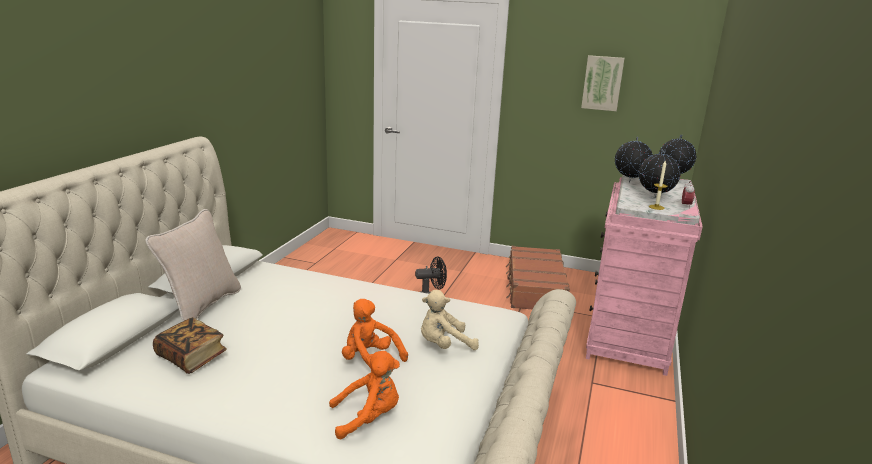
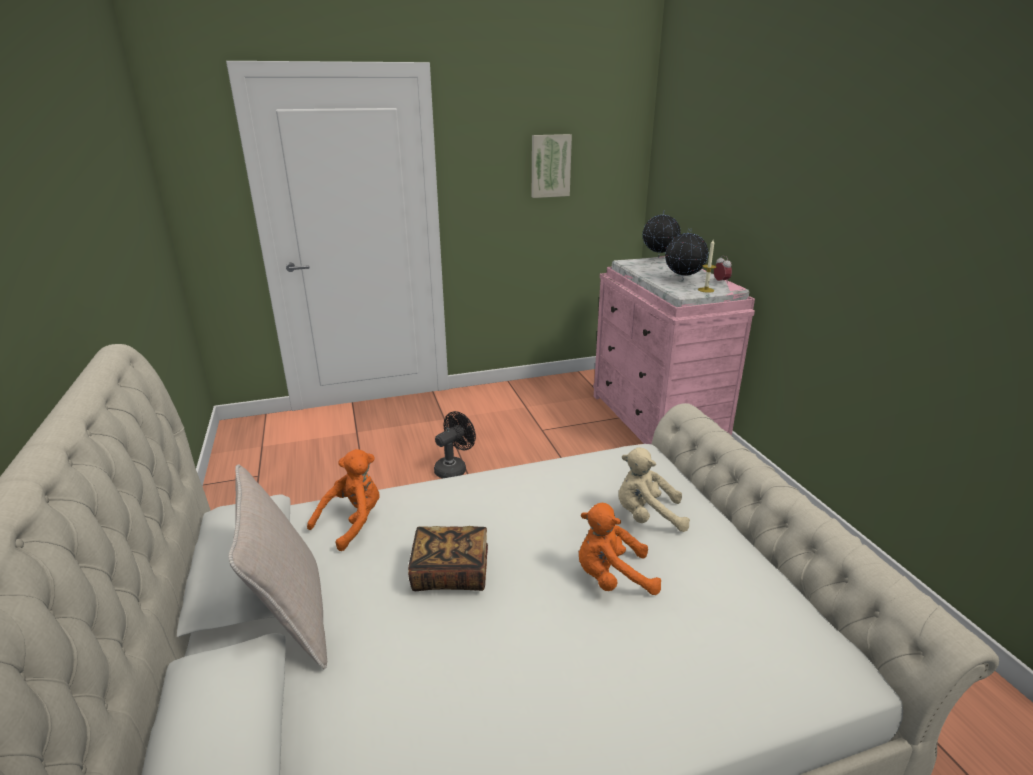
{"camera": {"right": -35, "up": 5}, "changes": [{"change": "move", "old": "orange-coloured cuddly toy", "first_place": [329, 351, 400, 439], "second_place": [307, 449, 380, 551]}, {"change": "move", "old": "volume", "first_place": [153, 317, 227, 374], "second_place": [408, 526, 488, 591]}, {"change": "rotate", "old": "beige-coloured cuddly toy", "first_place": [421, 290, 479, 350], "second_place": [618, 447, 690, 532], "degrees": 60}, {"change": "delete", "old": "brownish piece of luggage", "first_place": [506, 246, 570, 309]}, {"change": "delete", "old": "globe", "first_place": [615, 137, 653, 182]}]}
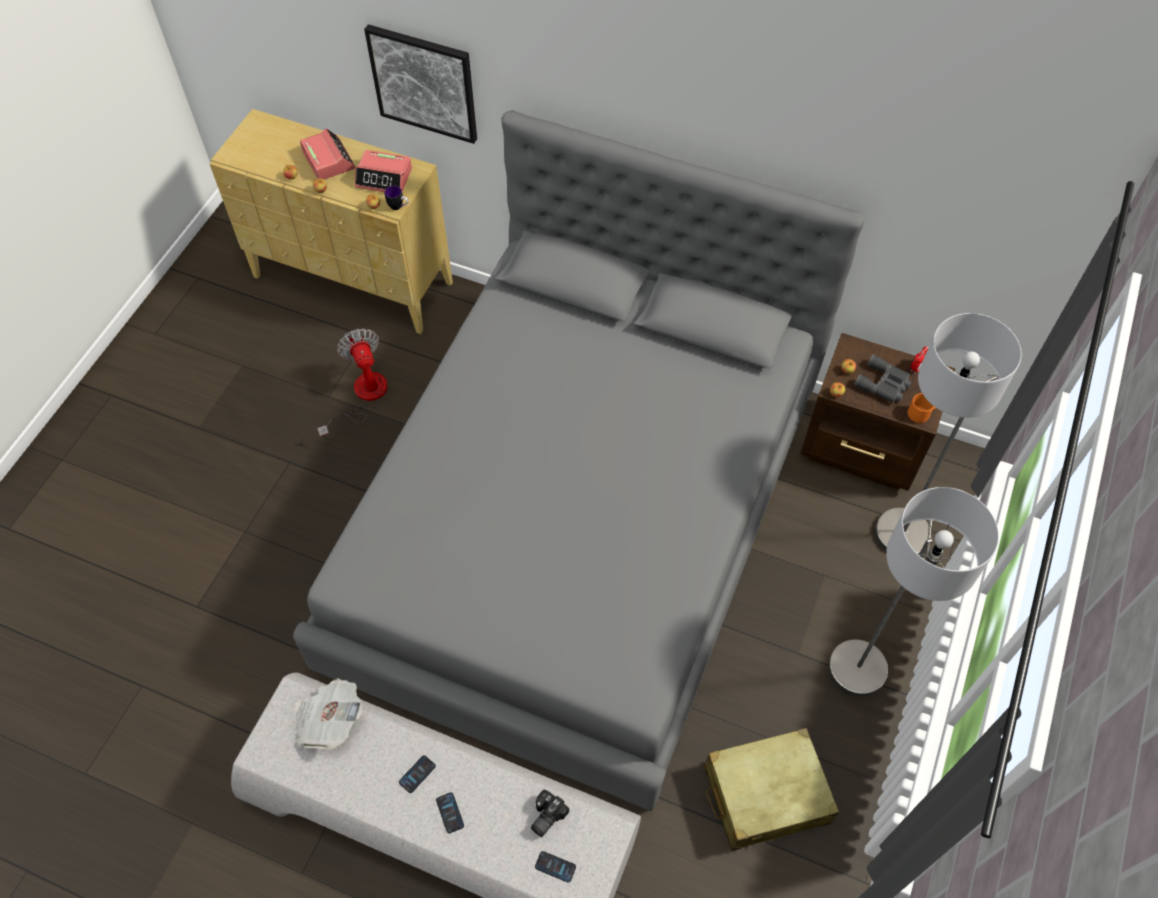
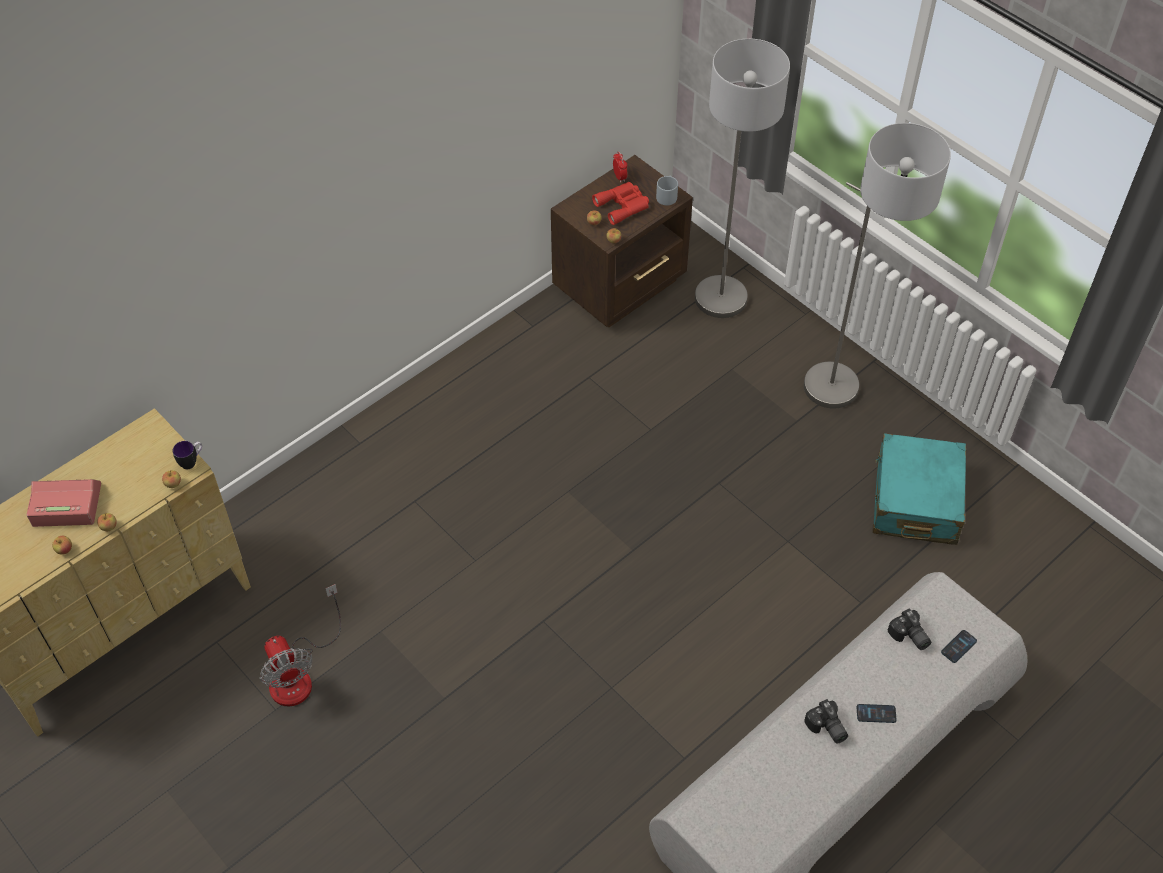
{"camera": {"right": -65, "up": -5}, "changes": [{"change": "rotate", "old": "cooling fan", "first_place": [317, 328, 388, 437], "second_place": [260, 584, 341, 706], "degrees": -120}, {"change": "recolor", "old": "gray binoculars", "new": "reddish binoculars", "first_place": [854, 354, 912, 403], "second_place": [592, 182, 649, 225]}, {"change": "recolor", "old": "orange-coloured mug", "new": "gray mug", "first_place": [907, 393, 937, 423], "second_place": [656, 176, 678, 205]}, {"change": "replace", "old": "telephone", "new": "photo camera", "first_place": [399, 755, 436, 793], "second_place": [804, 699, 848, 744]}, {"change": "recolor", "old": "beige-coloured piece of luggage", "new": "turquoise-coloured piece of luggage", "first_place": [704, 728, 839, 851], "second_place": [873, 433, 966, 545]}, {"change": "delete", "old": "gray sleeping bed", "first_place": [293, 110, 864, 811]}, {"change": "delete", "old": "newspaper", "first_place": [295, 679, 362, 750]}, {"change": "delete", "old": "table clock", "first_place": [355, 150, 412, 192]}, {"change": "delete", "old": "wall art", "first_place": [364, 24, 477, 144]}]}
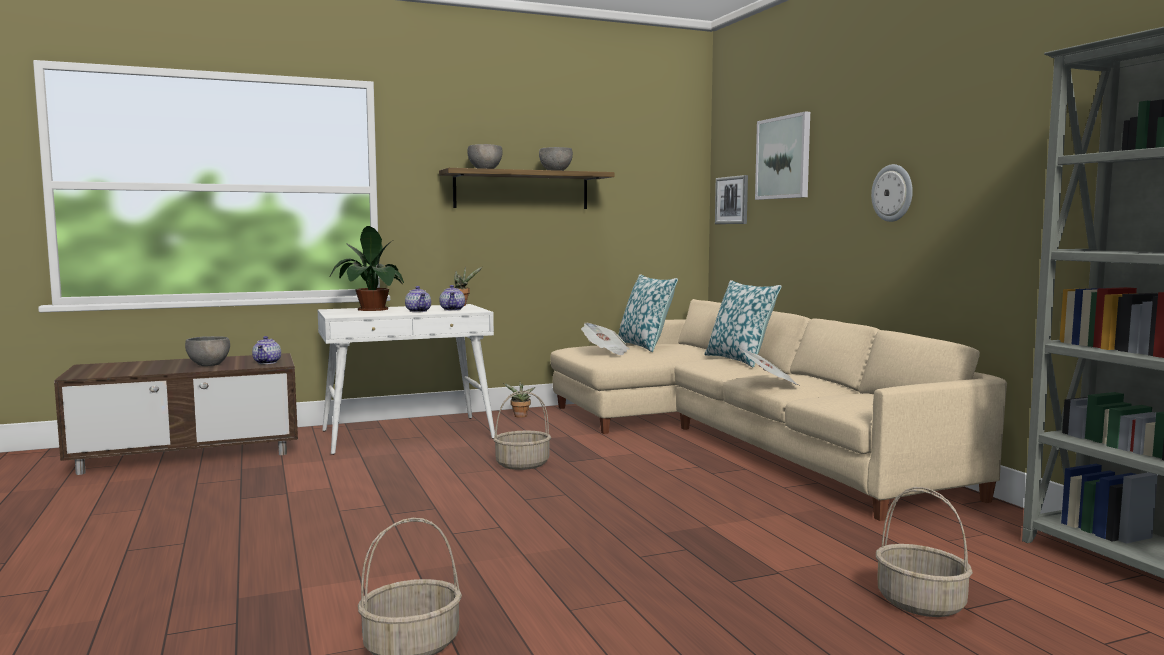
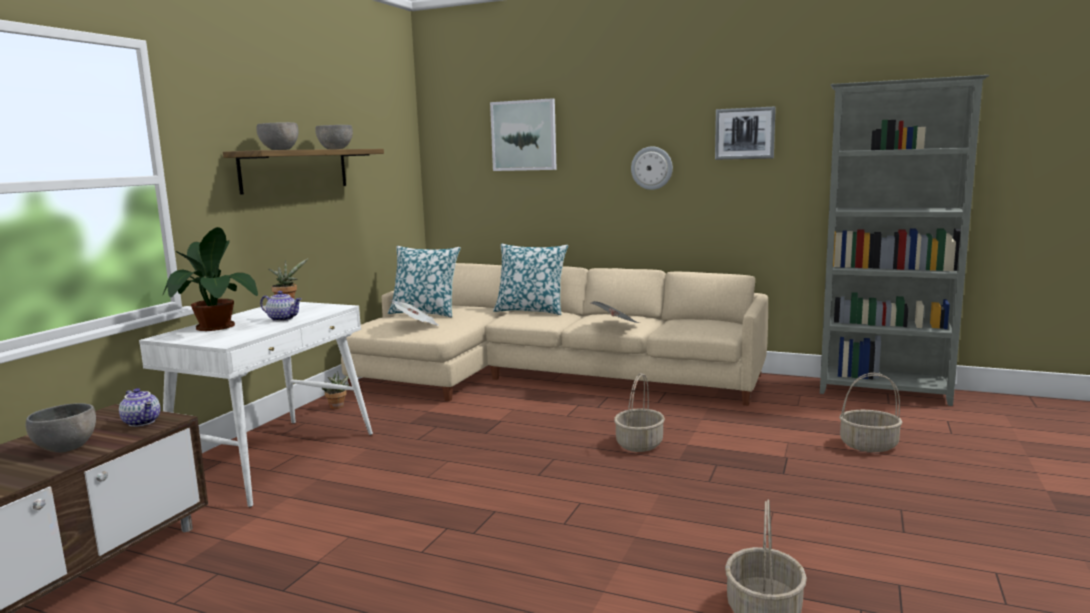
{"camera": {"right": -45, "up": 5}, "changes": [{"change": "move", "old": "household basket", "first_place": [493, 391, 551, 470], "second_place": [614, 373, 665, 452]}, {"change": "move", "old": "wall art", "first_place": [715, 175, 748, 224], "second_place": [715, 106, 776, 160]}, {"change": "delete", "old": "teapot", "first_place": [440, 285, 465, 311]}]}
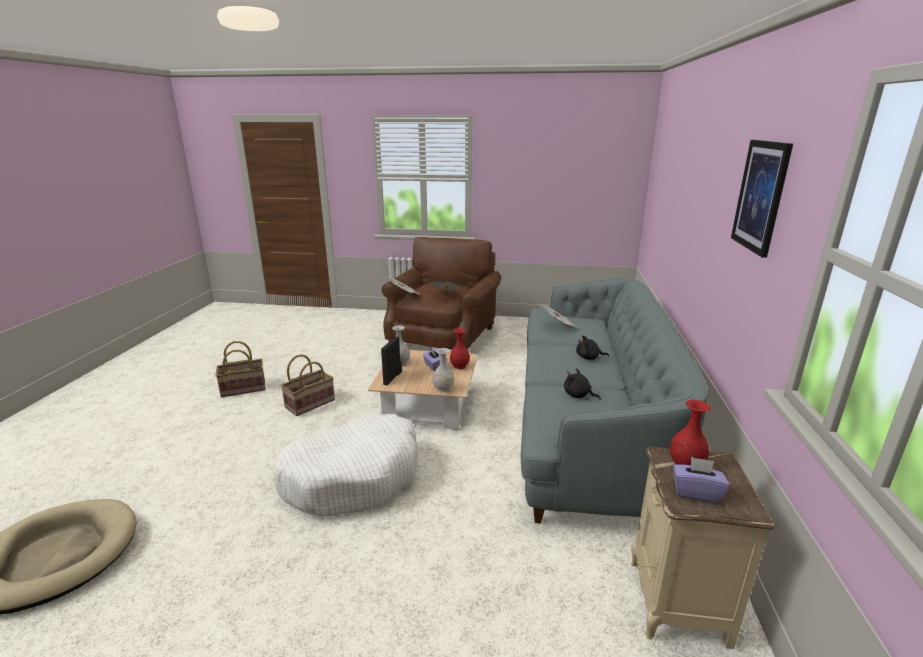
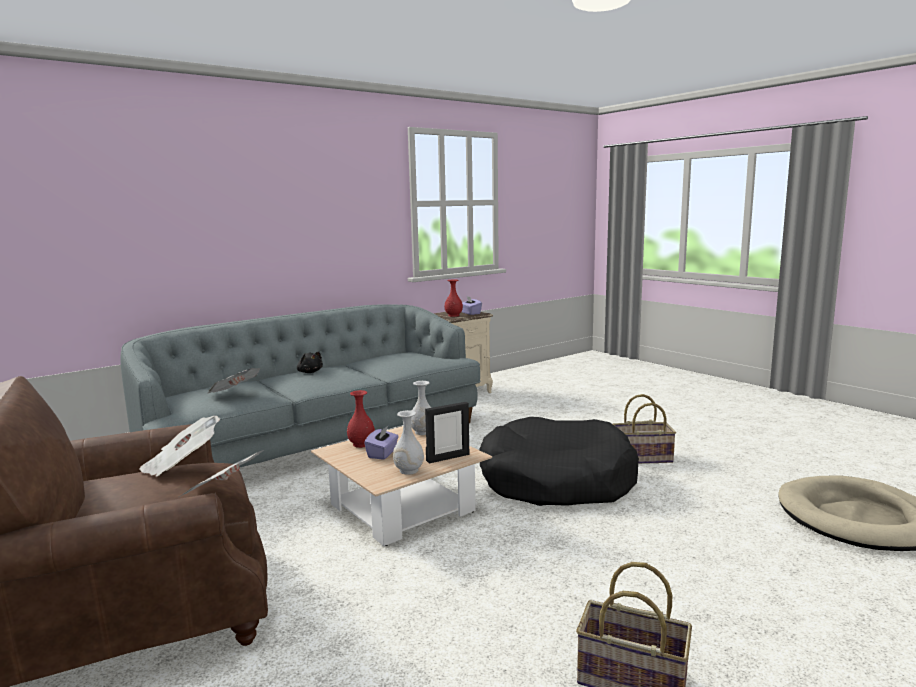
{"camera": {"right": -135, "up": -10}, "changes": [{"change": "recolor", "old": "whitish dog bed", "new": "black dog bed", "first_place": [274, 414, 418, 516], "second_place": [479, 417, 639, 506]}, {"change": "move", "old": "household basket", "first_place": [281, 354, 335, 416], "second_place": [613, 394, 676, 464]}, {"change": "delete", "old": "black cuddly toy", "first_place": [564, 368, 601, 400]}, {"change": "delete", "old": "wall art", "first_place": [731, 140, 793, 258]}]}
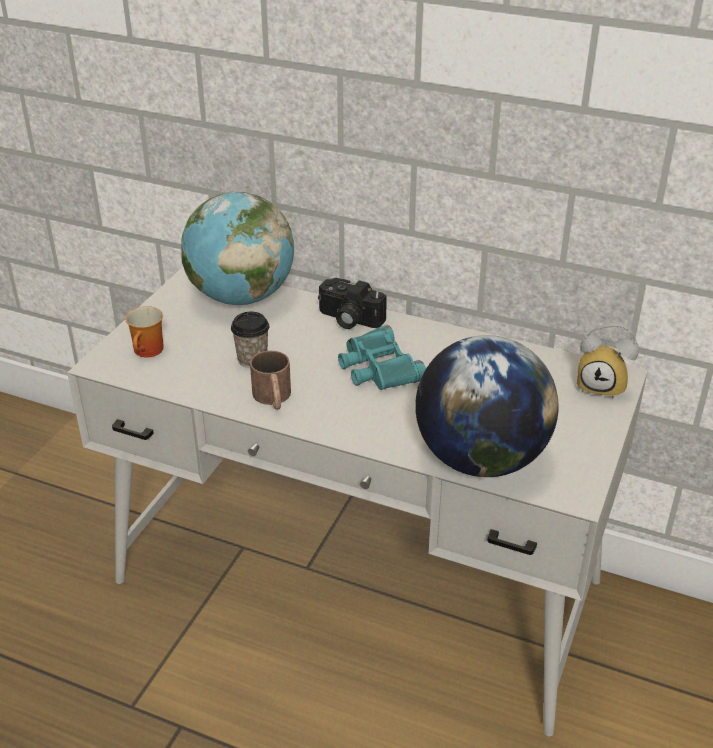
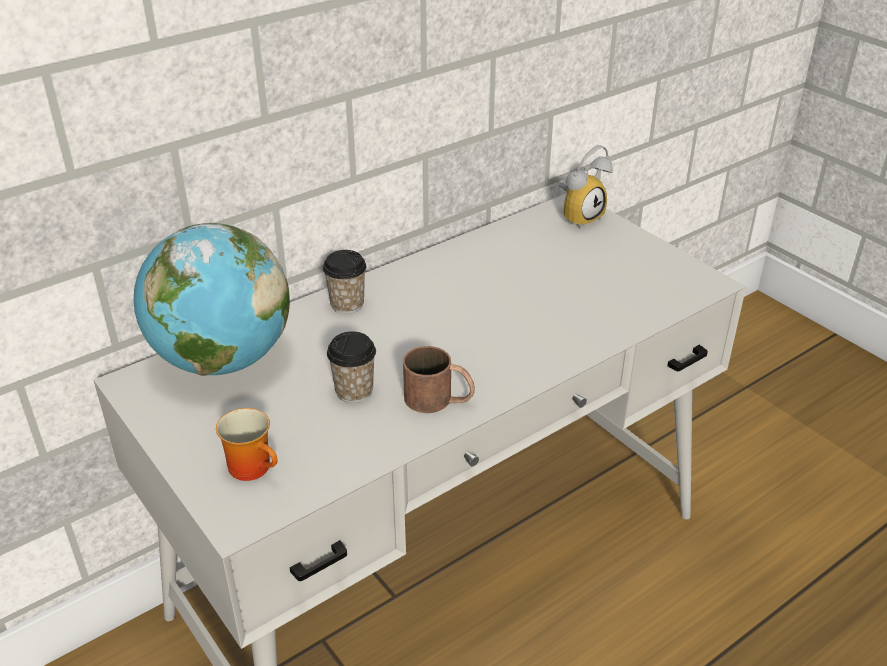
{"camera": {"right": -60, "up": 0}, "changes": [{"change": "replace", "old": "photo camera", "new": "drinking cup", "first_place": [318, 278, 387, 329], "second_place": [323, 250, 366, 314]}, {"change": "delete", "old": "turquoise-coloured binoculars", "first_place": [338, 325, 426, 390]}, {"change": "delete", "old": "globe", "first_place": [415, 335, 559, 477]}]}
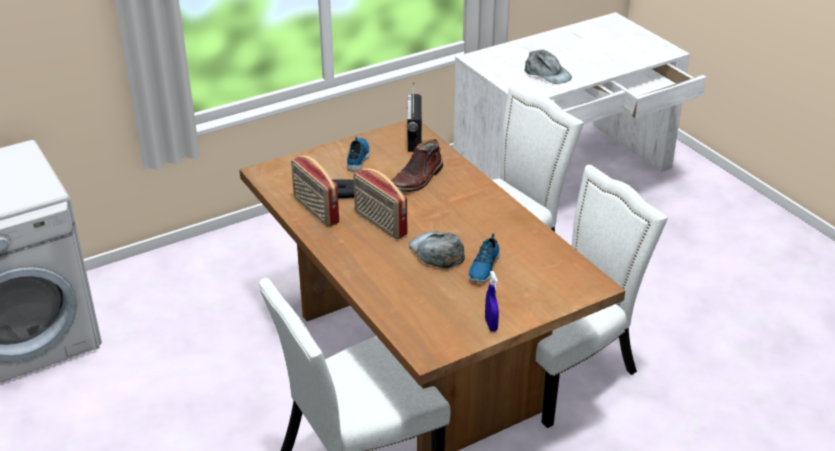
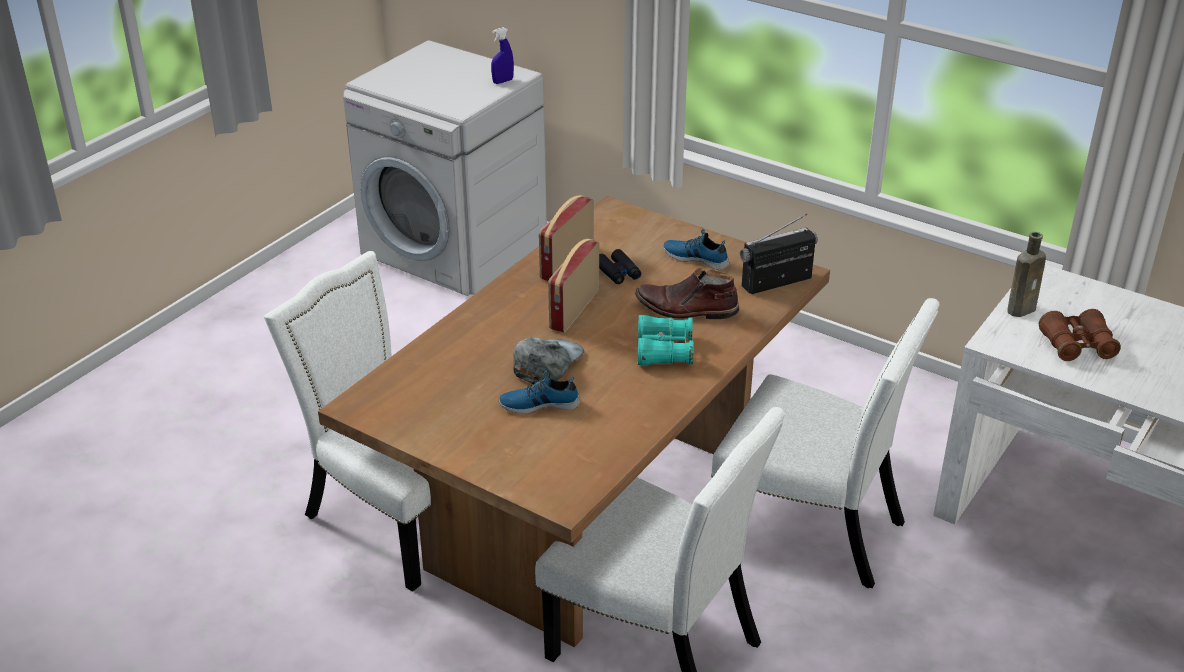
{"camera": {"right": 65, "up": 0}, "changes": [{"change": "move", "old": "bluish spray bottle", "first_place": [485, 271, 499, 332], "second_place": [491, 27, 514, 84]}, {"change": "insert", "new": "turquoise-coloured binoculars", "second_place": [638, 315, 694, 366]}, {"change": "rotate", "old": "item of footwear", "first_place": [347, 136, 370, 172], "second_place": [663, 229, 729, 270], "degrees": -135}, {"change": "insert", "new": "brownish bottle", "second_place": [1007, 232, 1046, 317]}, {"change": "replace", "old": "gray cap", "new": "brownish binoculars", "first_place": [525, 50, 572, 84], "second_place": [1039, 309, 1121, 361]}]}
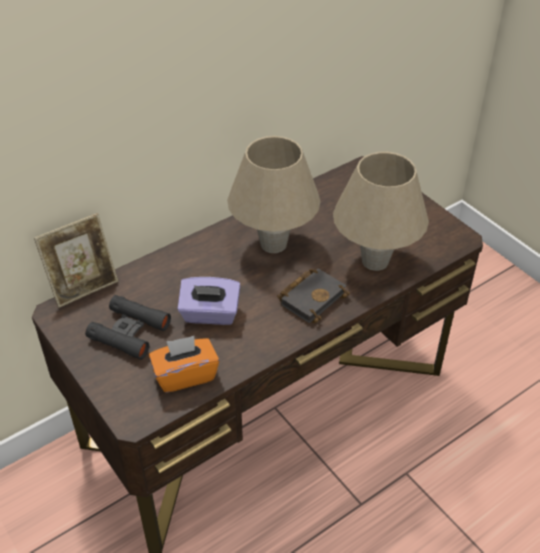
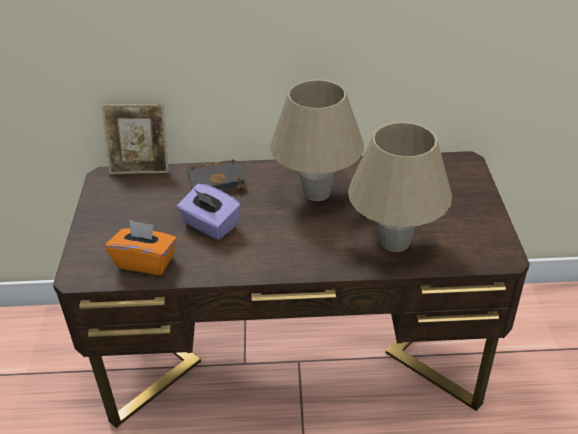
{"camera": {"right": 35, "up": -5}, "changes": [{"change": "move", "old": "black volume", "first_place": [277, 269, 350, 323], "second_place": [187, 159, 246, 191]}, {"change": "delete", "old": "black binoculars", "first_place": [85, 295, 171, 360]}]}
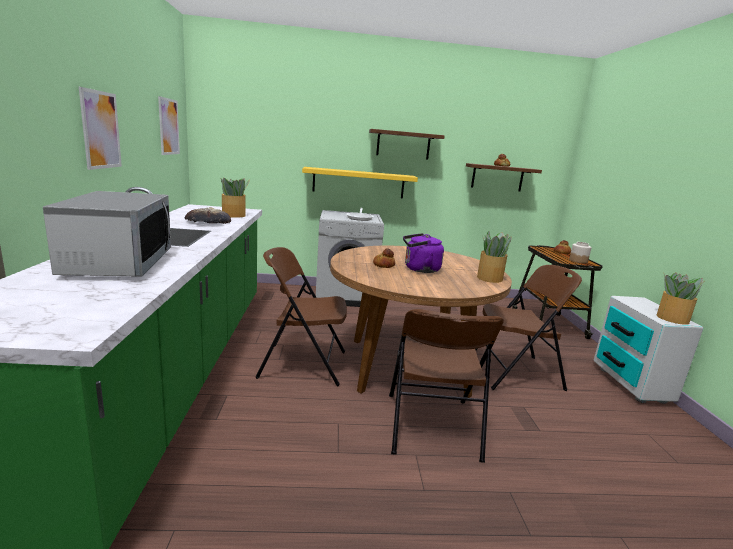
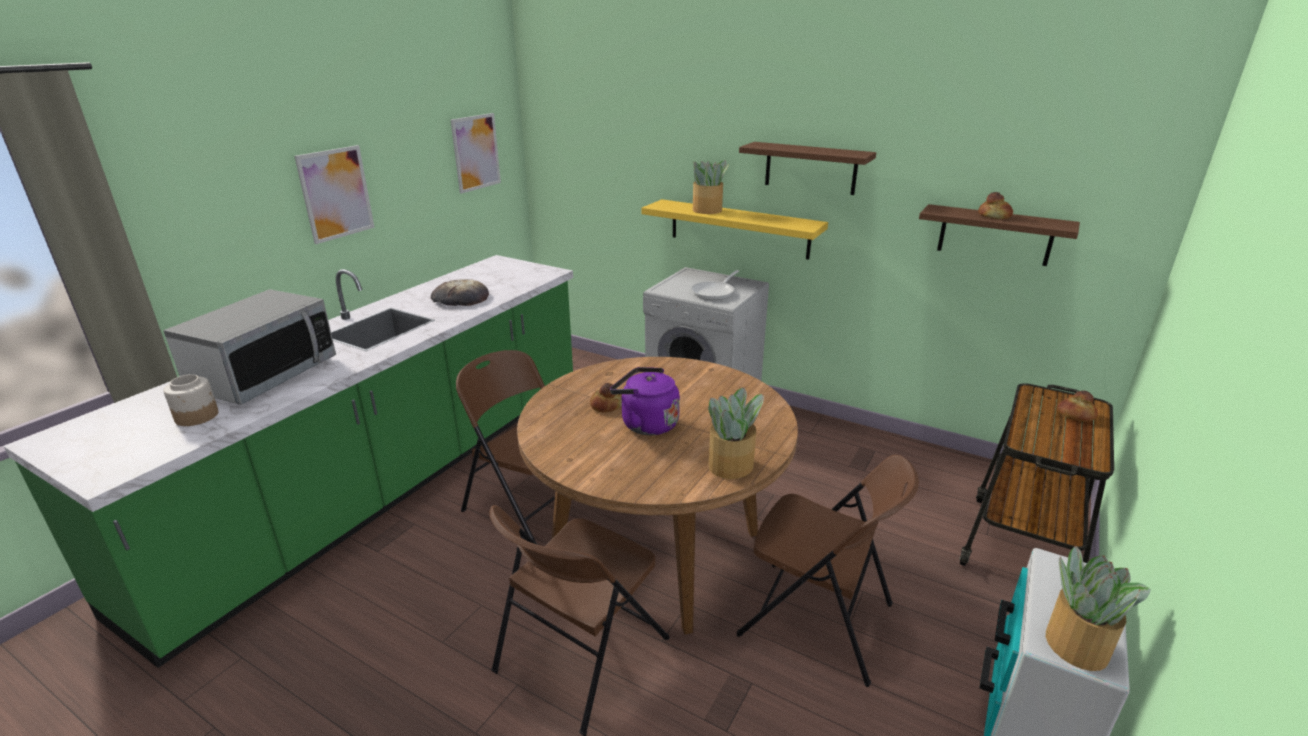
{"camera": {"right": 35, "up": 10}, "changes": [{"change": "move", "old": "jar", "first_place": [569, 242, 592, 263], "second_place": [163, 374, 218, 426]}, {"change": "move", "old": "potted plant", "first_place": [221, 178, 250, 218], "second_place": [693, 160, 730, 214]}]}
